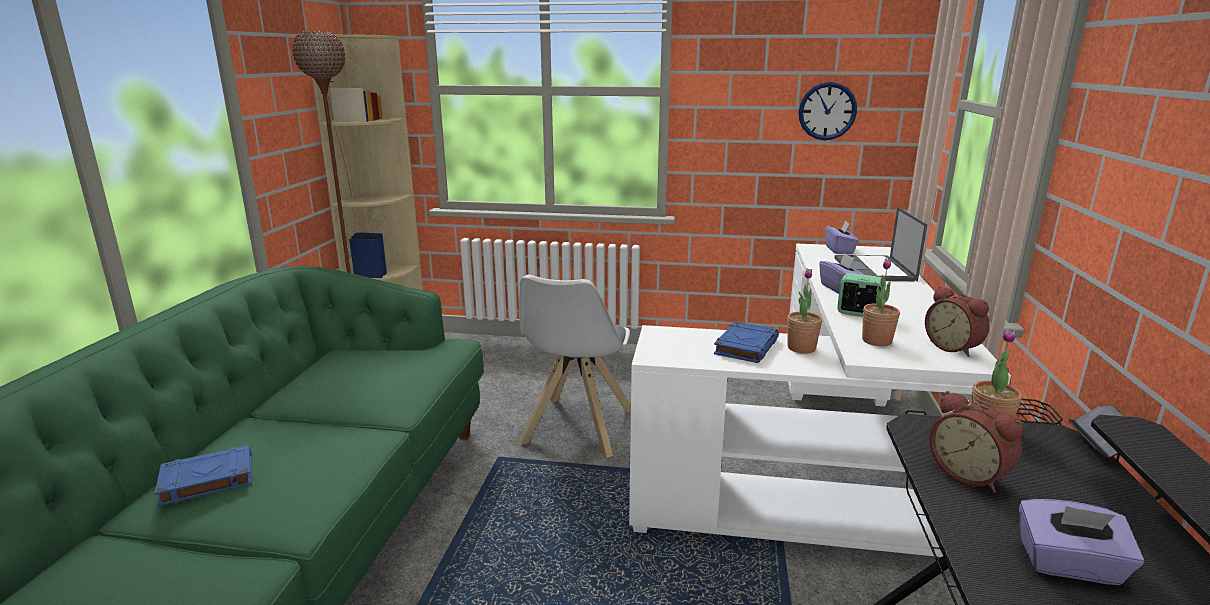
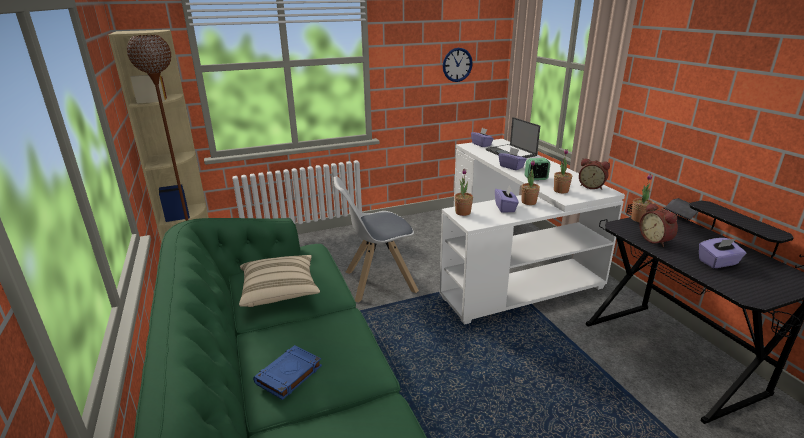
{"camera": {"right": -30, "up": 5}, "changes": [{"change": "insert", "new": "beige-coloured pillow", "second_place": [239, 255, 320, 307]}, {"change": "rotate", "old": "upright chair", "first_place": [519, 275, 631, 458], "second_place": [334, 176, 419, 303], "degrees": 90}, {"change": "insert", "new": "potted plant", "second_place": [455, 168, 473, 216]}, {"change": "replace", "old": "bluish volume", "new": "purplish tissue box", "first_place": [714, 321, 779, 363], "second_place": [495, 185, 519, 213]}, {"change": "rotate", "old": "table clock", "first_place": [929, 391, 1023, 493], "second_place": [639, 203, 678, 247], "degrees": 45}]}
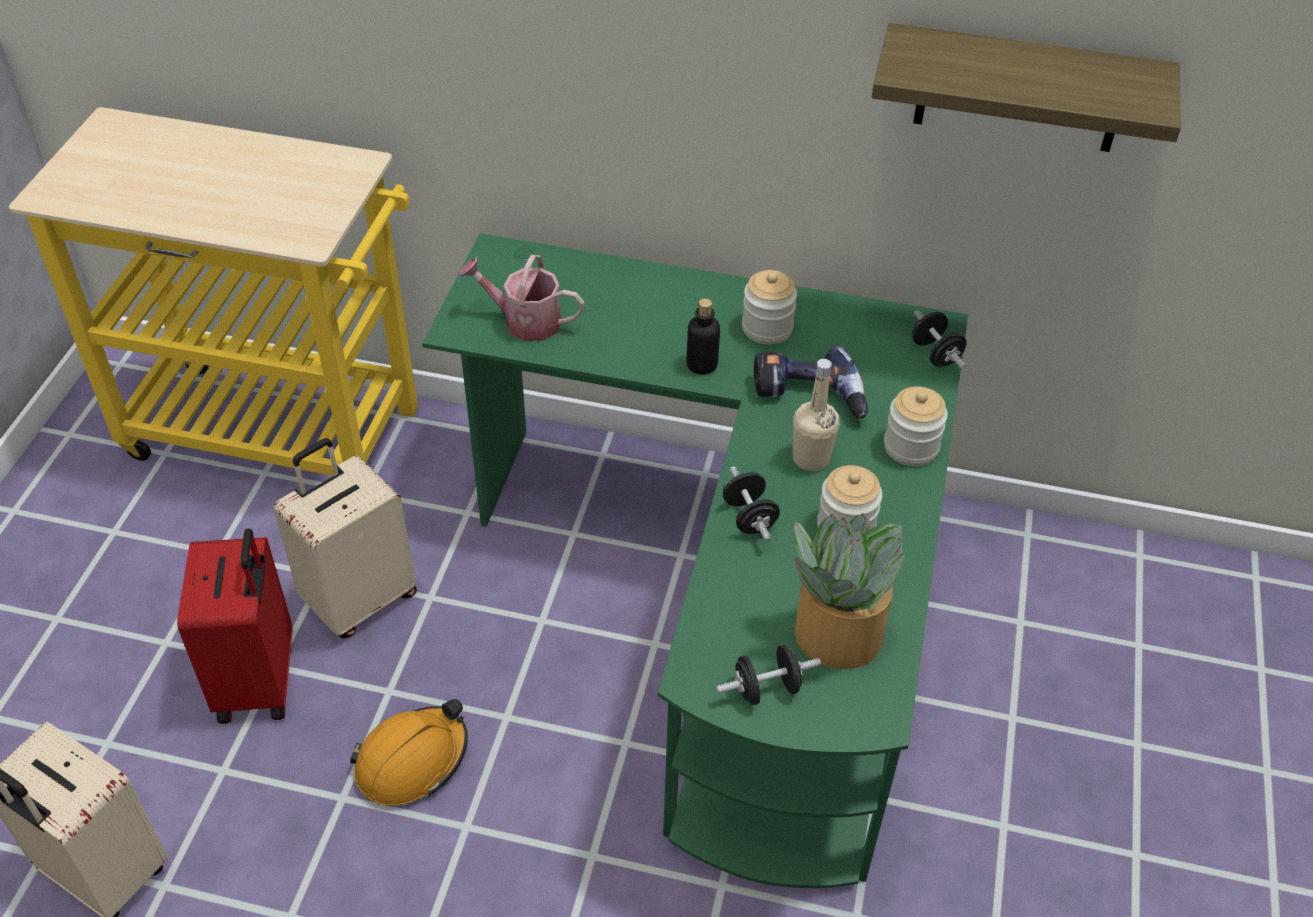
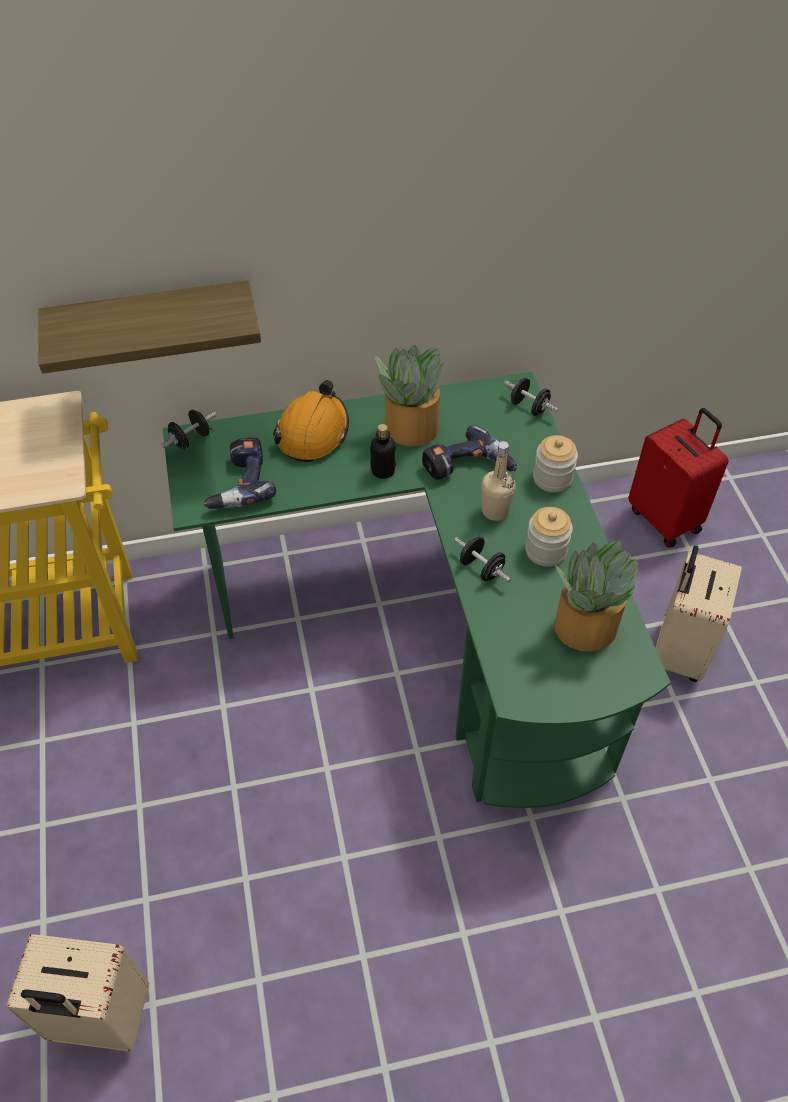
{"camera": {"right": -25, "up": 5}, "changes": [{"change": "move", "old": "shelf", "first_place": [872, 23, 1181, 152], "second_place": [38, 280, 261, 374]}, {"change": "move", "old": "black free weight", "first_place": [716, 645, 821, 705], "second_place": [161, 409, 216, 449]}, {"change": "replace", "old": "watering pot", "new": "drill", "first_place": [459, 255, 584, 341], "second_place": [204, 437, 276, 509]}, {"change": "move", "old": "orange-coloured hard hat", "first_place": [350, 699, 468, 806], "second_place": [273, 380, 349, 462]}, {"change": "replace", "old": "jar", "new": "potted plant", "first_place": [742, 270, 797, 344], "second_place": [375, 345, 444, 446]}, {"change": "move", "old": "reddish piece of luggage", "first_place": [177, 529, 293, 724], "second_place": [628, 408, 728, 548]}, {"change": "move", "old": "beige-coloured piece of luggage", "first_place": [274, 438, 417, 638], "second_place": [656, 545, 742, 682]}]}
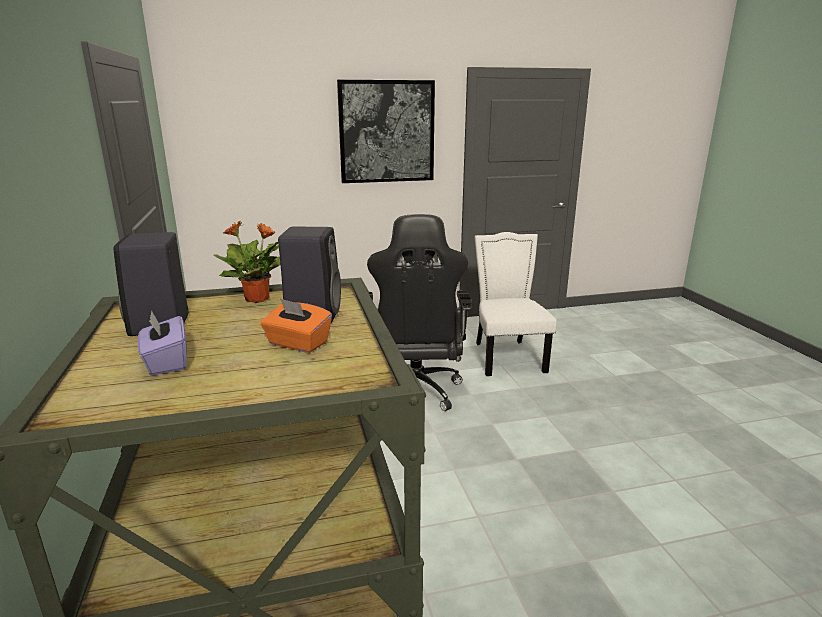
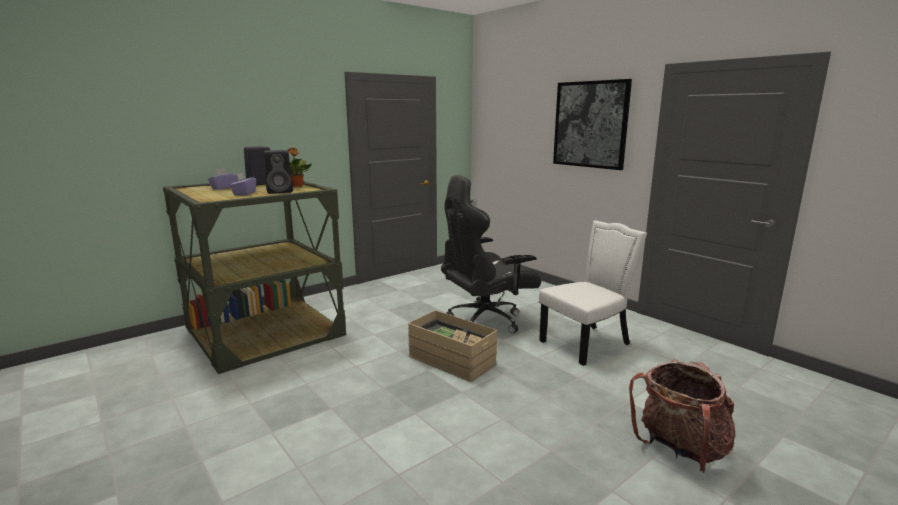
{"camera": {"right": 65, "up": -5}, "changes": [{"change": "recolor", "old": "orange-coloured tissue box", "new": "purplish tissue box", "first_place": [261, 299, 332, 353], "second_place": [230, 173, 256, 195]}, {"change": "insert", "new": "beige-coloured storage box", "second_place": [408, 311, 497, 382]}, {"change": "insert", "new": "knapsack", "second_place": [629, 359, 735, 473]}]}
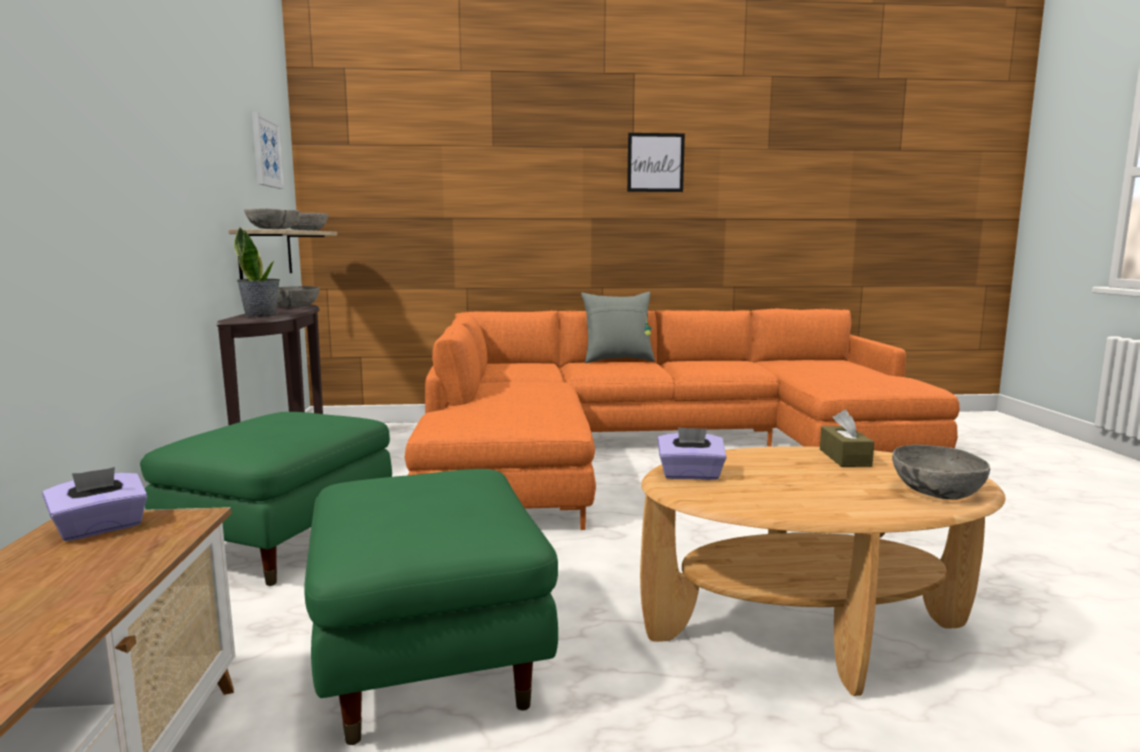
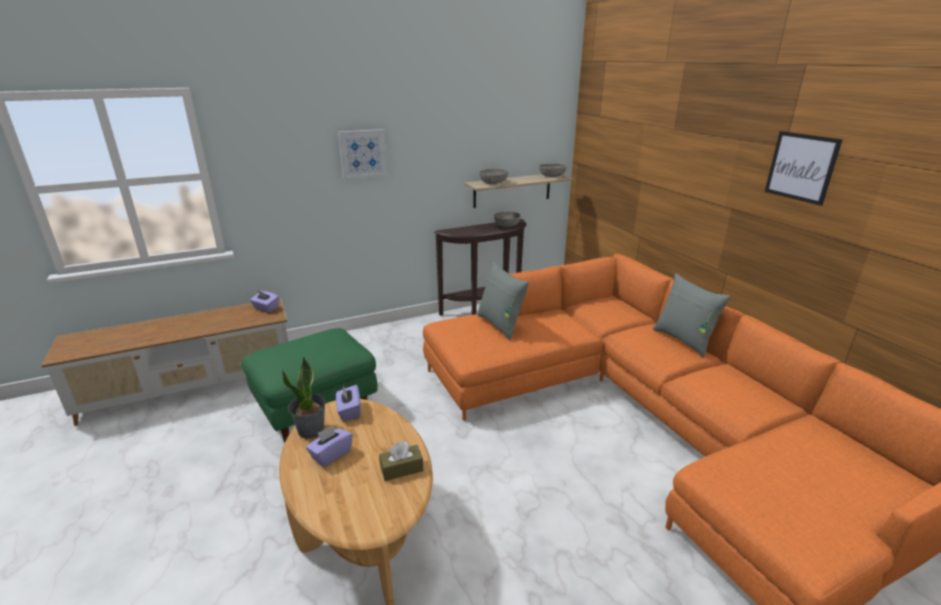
{"camera": {"right": 70, "up": 15}, "changes": [{"change": "move", "old": "potted plant", "first_place": [234, 227, 280, 317], "second_place": [282, 357, 326, 439]}, {"change": "insert", "new": "purplish tissue box", "second_place": [306, 425, 352, 467]}, {"change": "move", "old": "wall art", "first_place": [252, 112, 285, 189], "second_place": [338, 129, 388, 179]}, {"change": "insert", "new": "gray pillow", "second_place": [478, 262, 529, 341]}, {"change": "delete", "old": "green-coloured ottoman", "first_place": [140, 412, 392, 586]}, {"change": "delete", "old": "gray bowl", "first_place": [892, 445, 990, 500]}]}
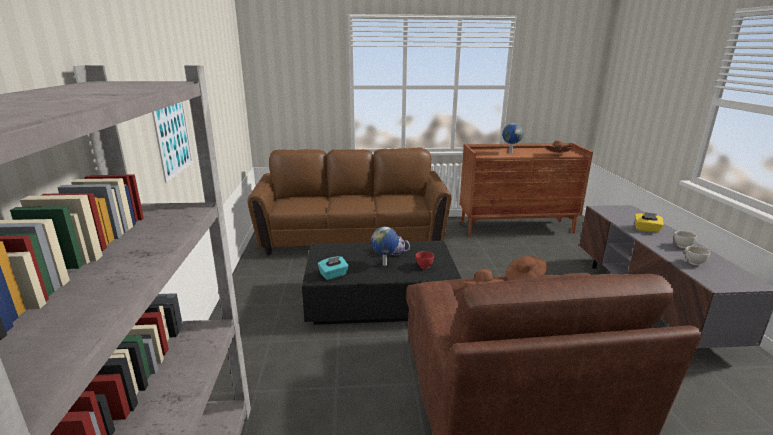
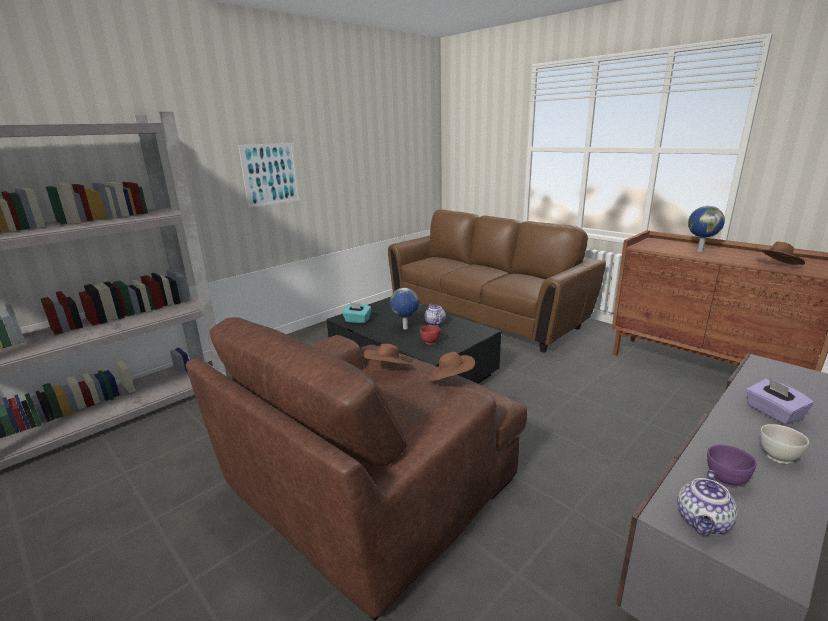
{"camera": {"right": 50, "up": 0}, "changes": [{"change": "insert", "new": "teapot", "second_place": [677, 470, 738, 535]}, {"change": "recolor", "old": "whitish bowl", "new": "purplish bowl", "first_place": [686, 246, 710, 265], "second_place": [707, 445, 756, 488]}, {"change": "recolor", "old": "yellow-coloured tissue box", "new": "purplish tissue box", "first_place": [635, 212, 664, 233], "second_place": [746, 378, 814, 425]}]}
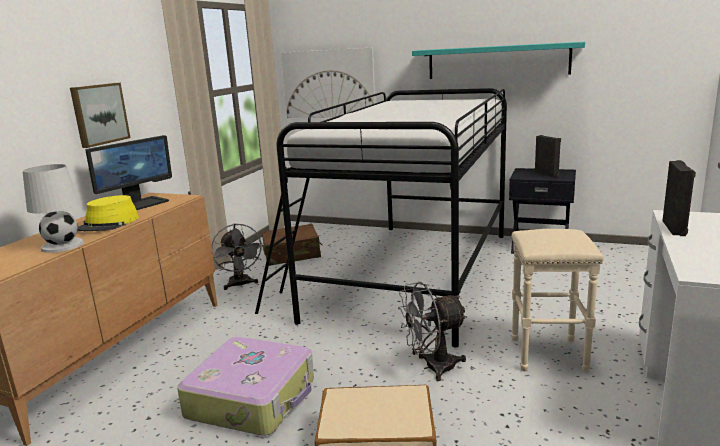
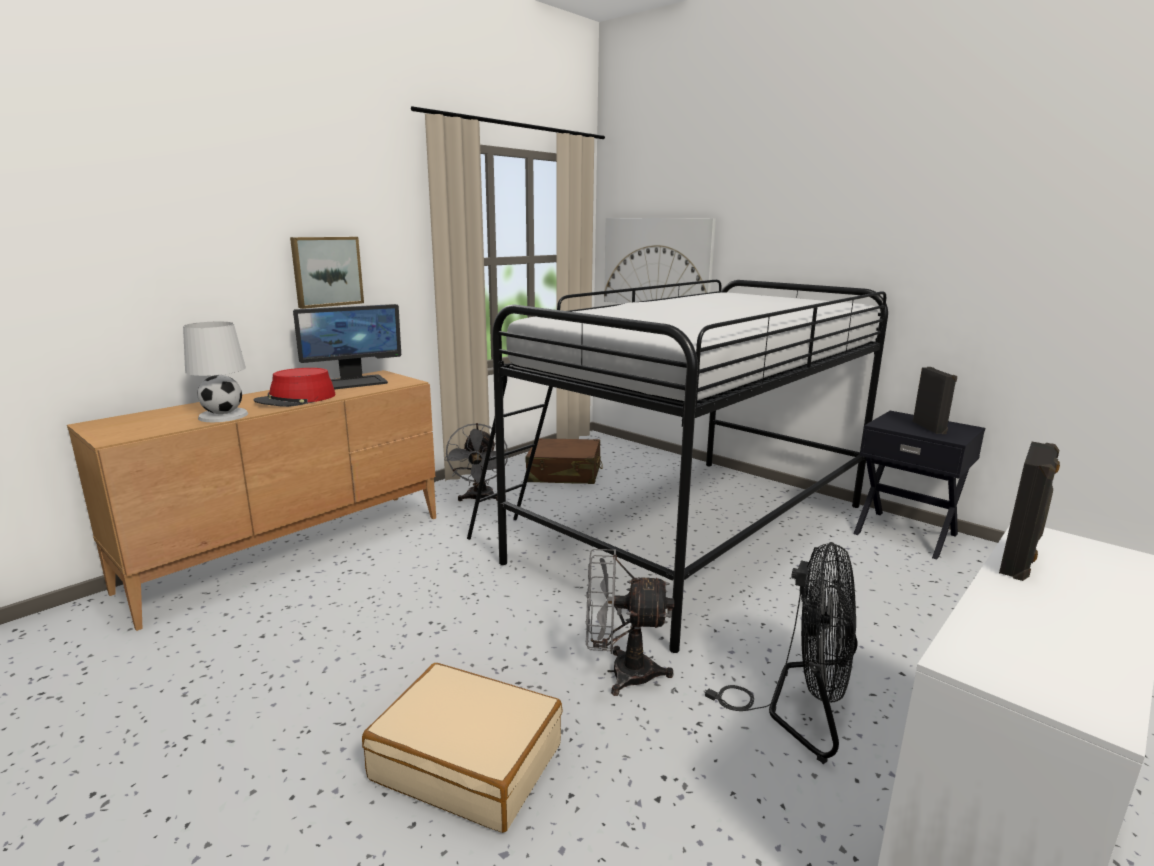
{"camera": {"right": 20, "up": 0}, "changes": [{"change": "recolor", "old": "yellow-coloured wearable hat", "new": "reddish wearable hat", "first_place": [77, 195, 139, 231], "second_place": [254, 368, 336, 407]}, {"change": "replace", "old": "beige-coloured sitting stool", "new": "black cooling fan", "first_place": [511, 229, 604, 372], "second_place": [703, 542, 858, 764]}, {"change": "delete", "old": "piece of luggage", "first_place": [177, 337, 314, 436]}, {"change": "delete", "old": "turquoise-coloured shelf", "first_place": [412, 42, 585, 79]}]}
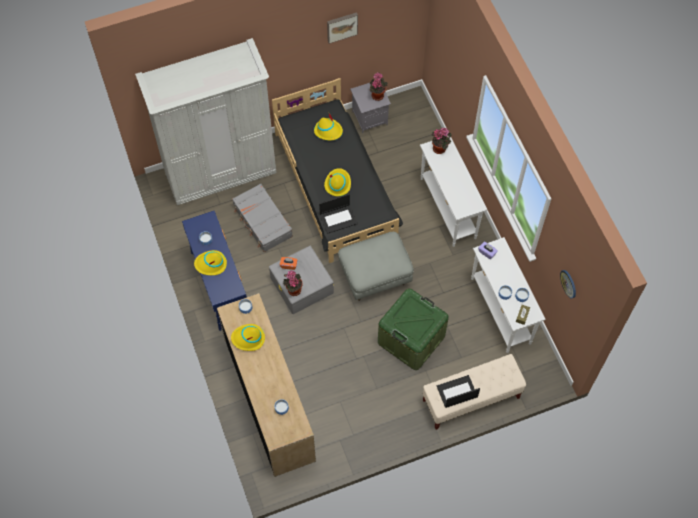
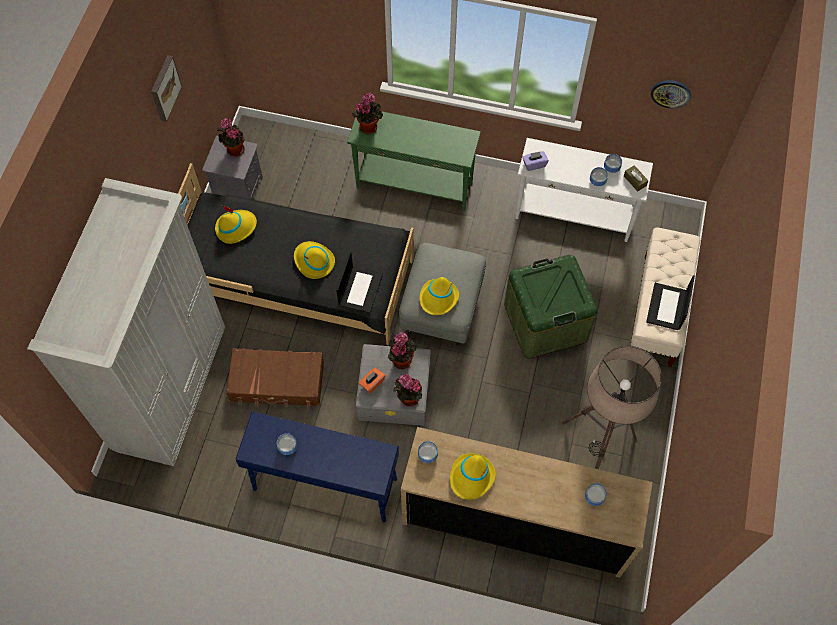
{"camera": {"right": -55, "up": 0}, "changes": [{"change": "recolor", "old": "gray piece of luggage", "new": "brownish piece of luggage", "first_place": [232, 183, 293, 252], "second_place": [226, 348, 324, 408]}, {"change": "recolor", "old": "whitish console table", "new": "green-coloured console table", "first_place": [420, 137, 487, 247], "second_place": [347, 111, 481, 211]}, {"change": "insert", "new": "potted plant", "second_place": [388, 332, 417, 369]}, {"change": "move", "old": "yellow-coloured wearable hat", "first_place": [194, 250, 227, 275], "second_place": [419, 277, 459, 315]}, {"change": "insert", "new": "standing lamp", "second_place": [563, 346, 662, 469]}]}
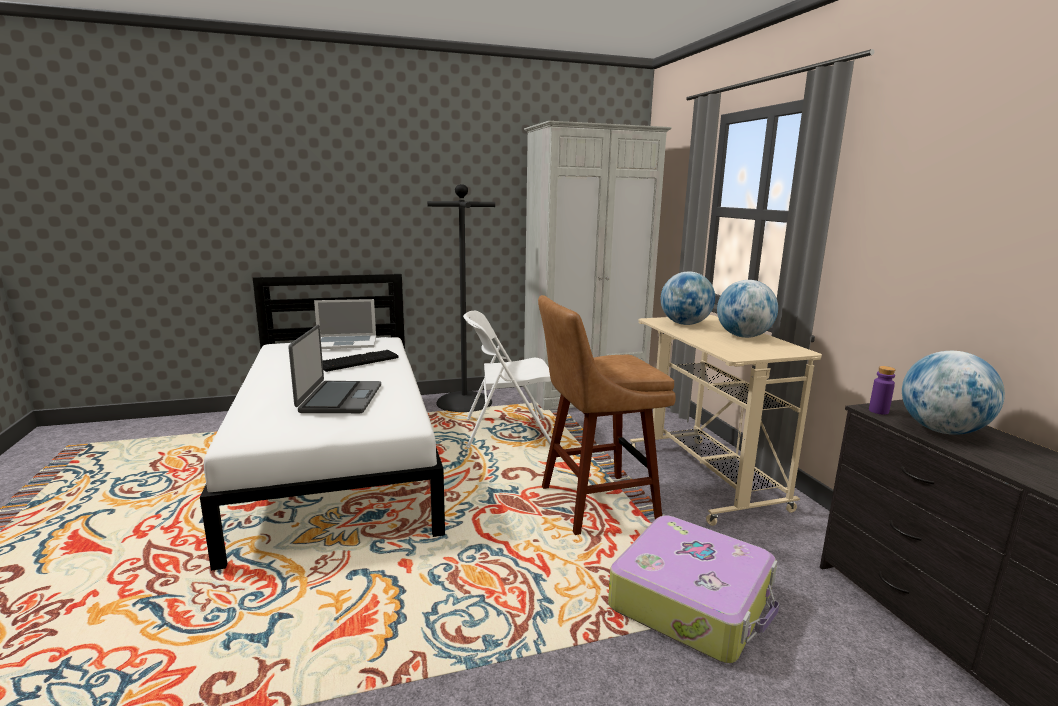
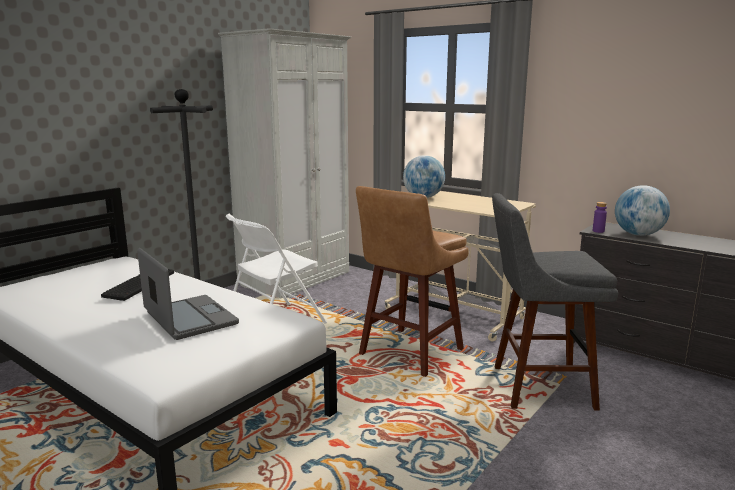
{"camera": {"right": -35, "up": 0}, "changes": [{"change": "replace", "old": "piece of luggage", "new": "gray sitting stool", "first_place": [608, 516, 779, 663], "second_place": [492, 193, 618, 411]}, {"change": "delete", "old": "laptop", "first_place": [314, 299, 376, 349]}, {"change": "delete", "old": "globe", "first_place": [717, 280, 778, 338]}]}
